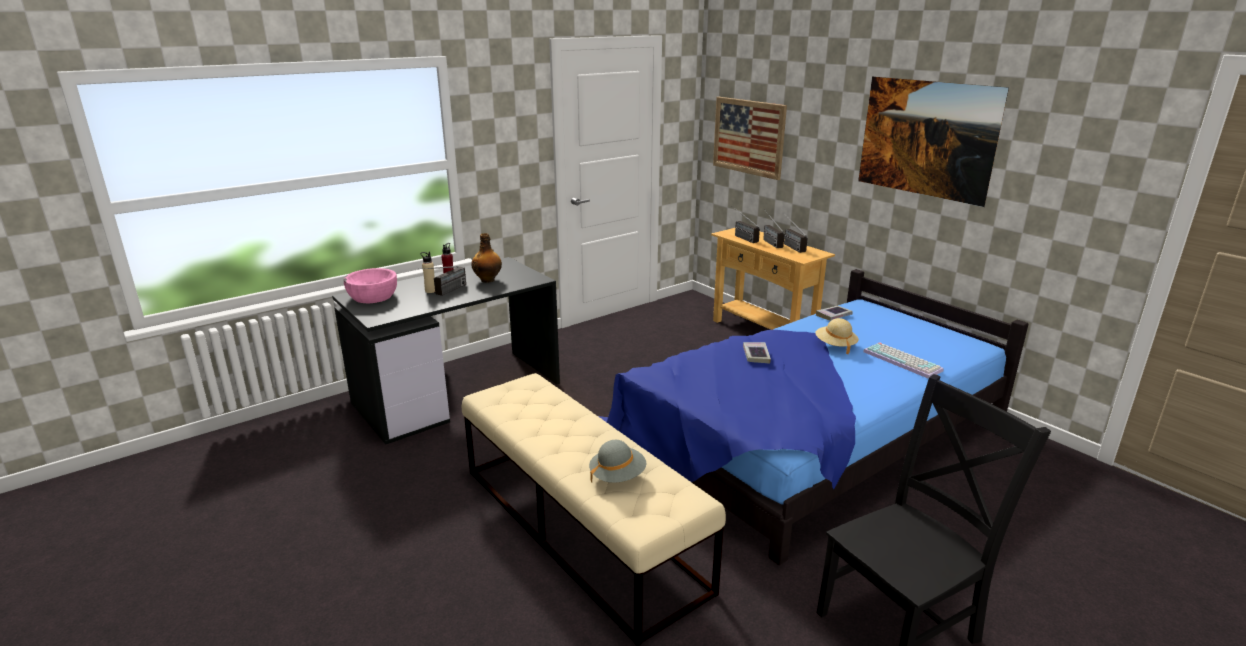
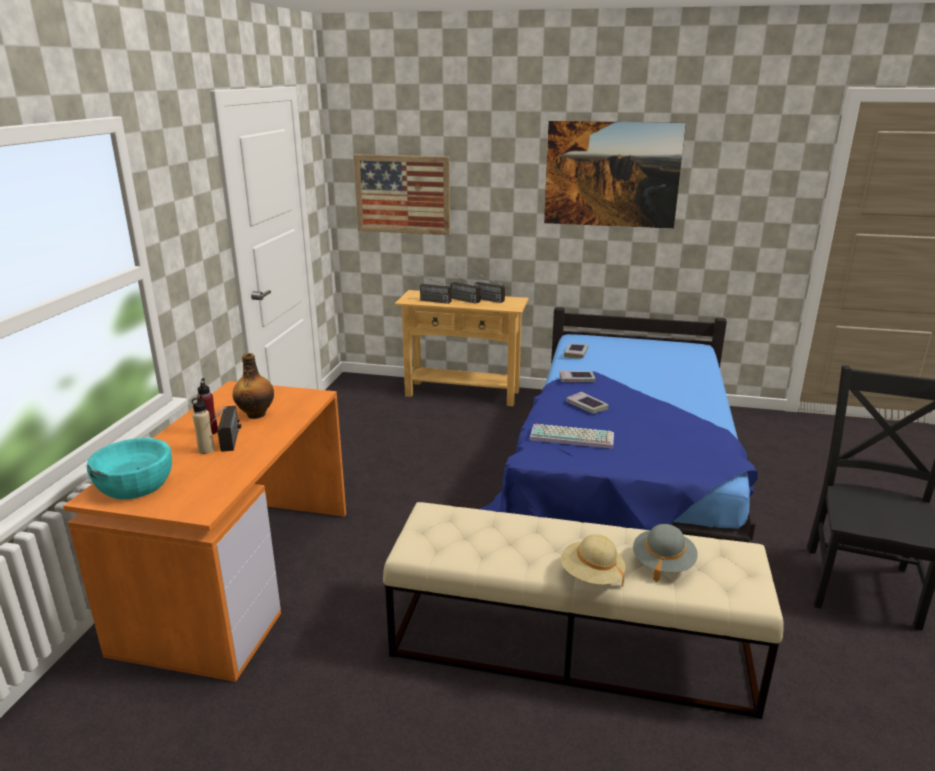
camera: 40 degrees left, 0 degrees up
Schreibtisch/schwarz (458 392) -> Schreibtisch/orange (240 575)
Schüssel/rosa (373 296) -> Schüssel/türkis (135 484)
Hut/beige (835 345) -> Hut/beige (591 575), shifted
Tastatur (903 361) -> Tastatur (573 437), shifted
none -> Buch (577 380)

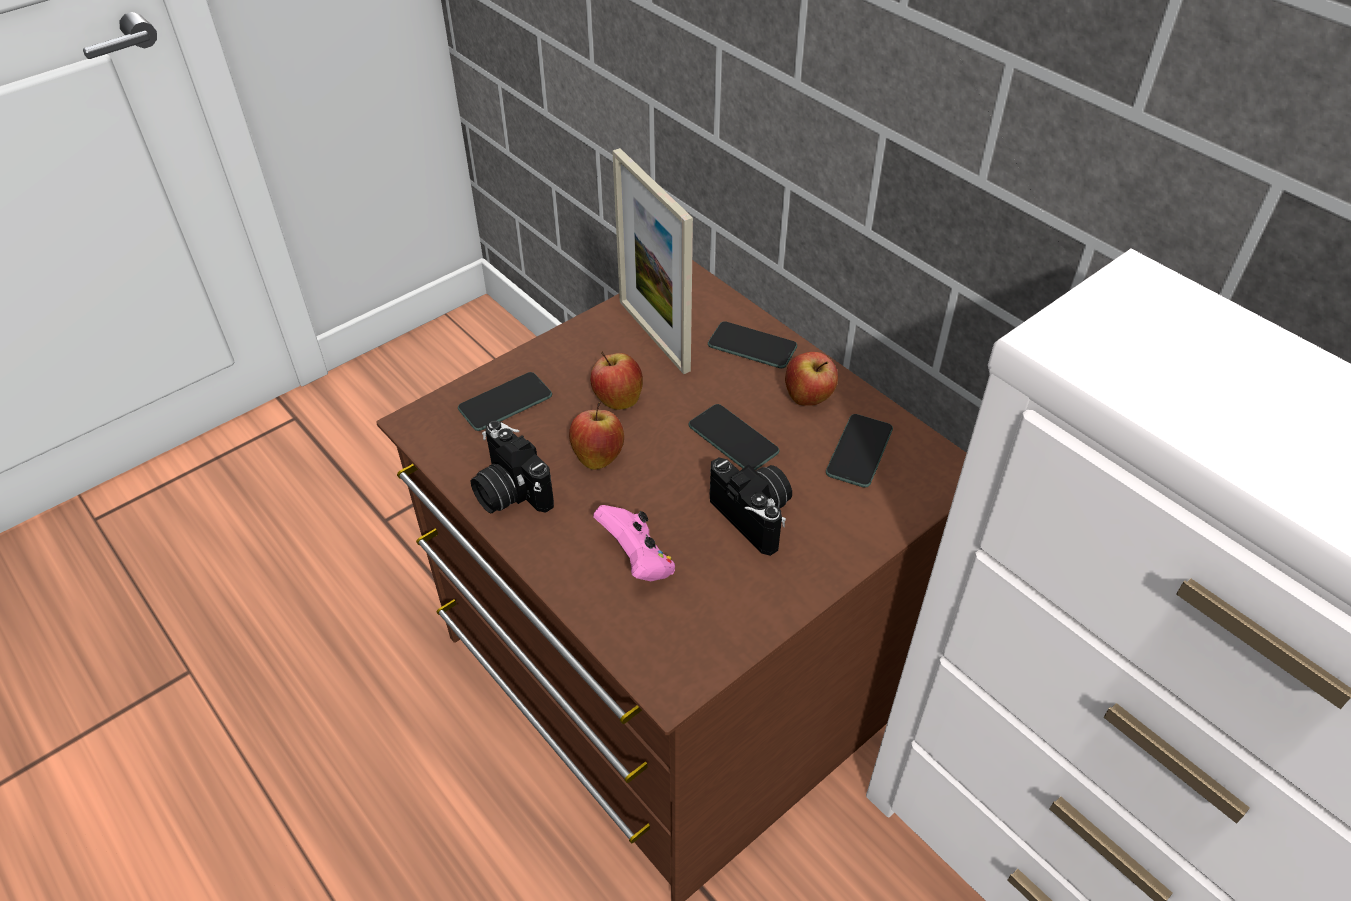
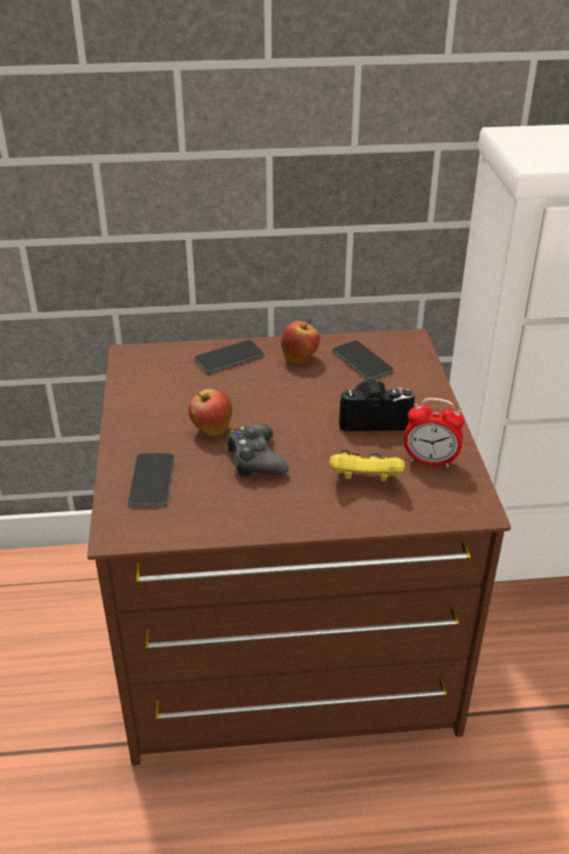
camera: 55 degrees left, 10 degrees down
Bilderrahmen (653 335) -> none
Apfel (598 456) -> Gamepad/schwarz (255 459)
Handy (733 439) -> none
Kamera (508 491) -> none
Gamepad/rosa (637 560) -> Gamepad/gelb (365 481)
none -> Wecker (430 461)

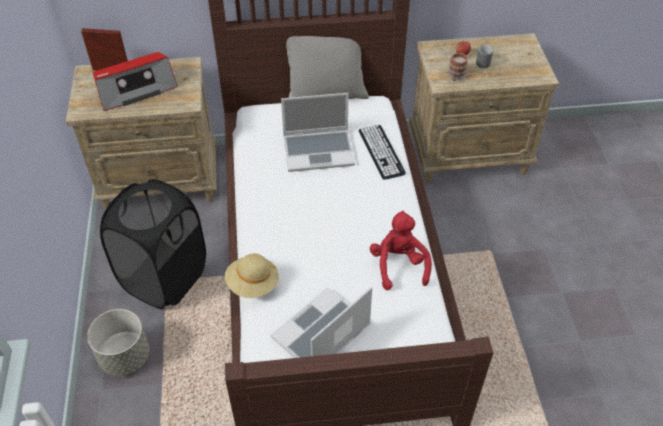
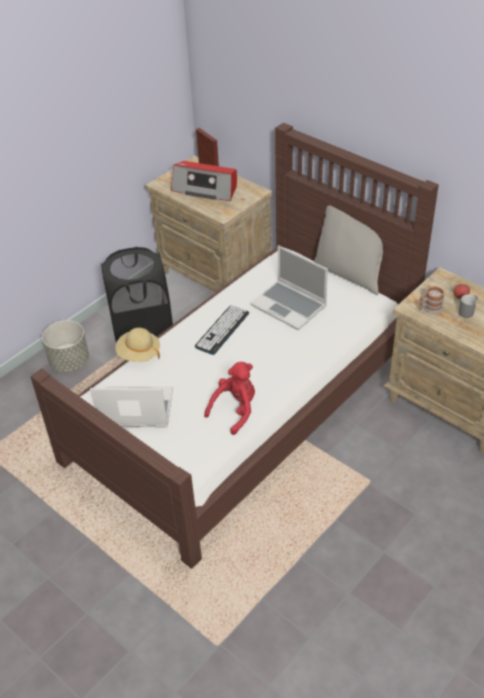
camera: 50 degrees right, 5 degrees down
Tastatur (381 152) -> Tastatur (222 330), shifted

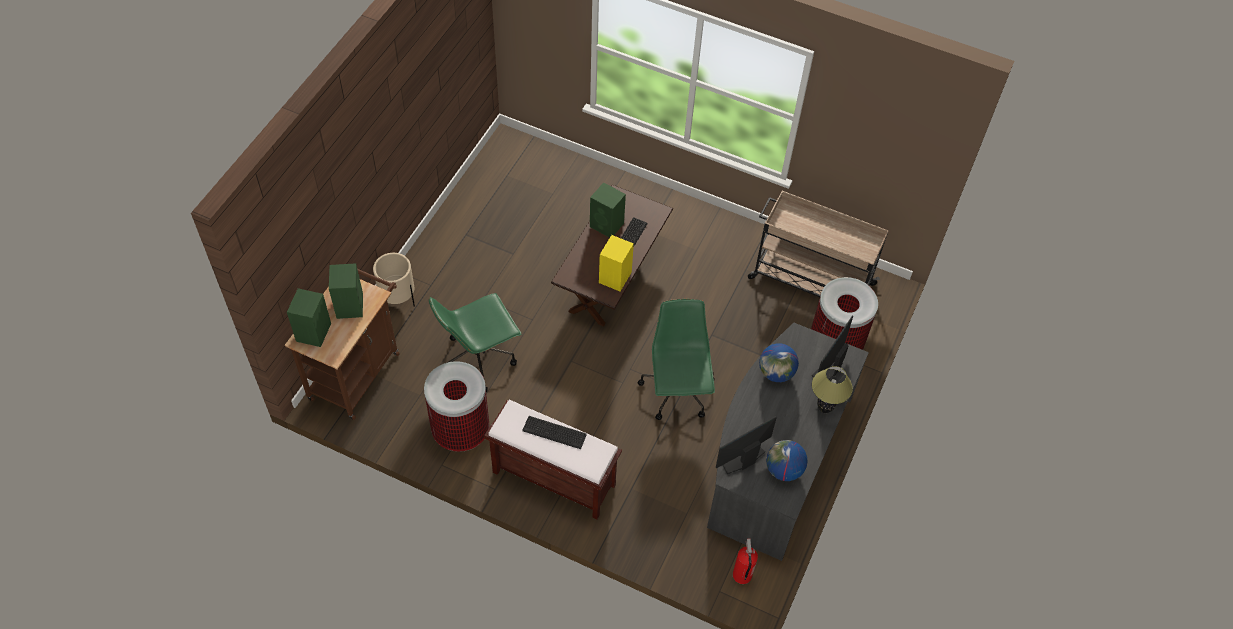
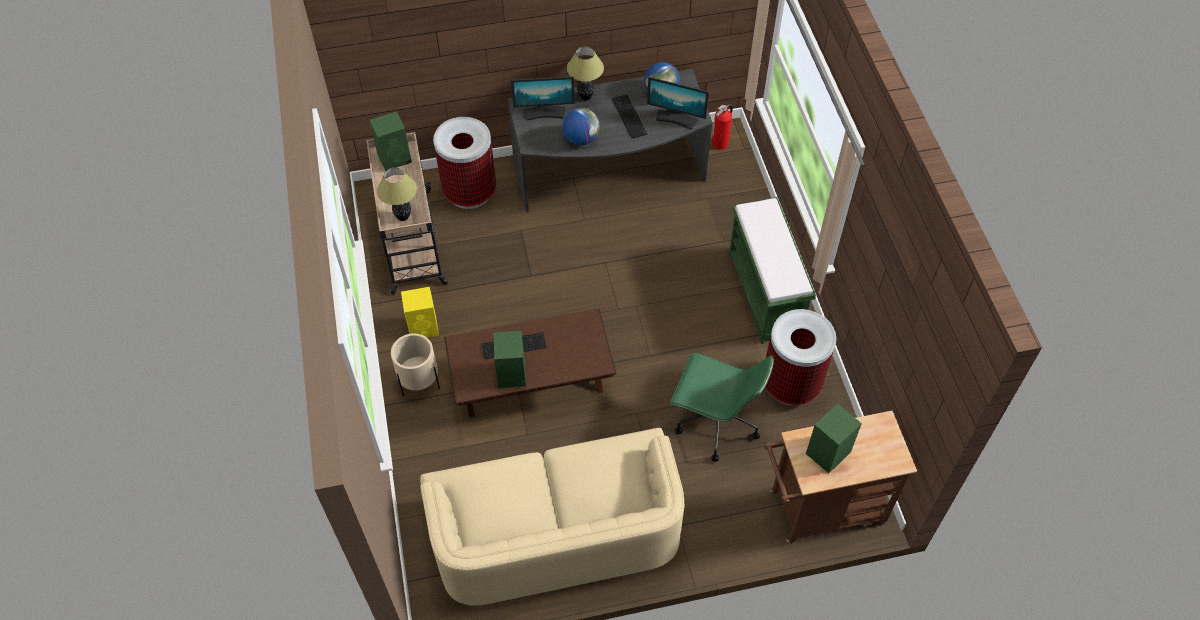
camera: 125 degrees left, 0 degrees up
Lautsprecher/gelb (614 278) -> Lautsprecher/gelb (424 327), shifted
Pflanzkübel/beige (398 299) -> Pflanzkübel/beige (419 383), shifted
Lautsprecher/grün (313 333) -> Lautsprecher/grün (395 158), shifted
Bürostuhl/grün (677 392) -> none
Bank/braun (552 478) -> Bank/grün (765 294)
Tastatur (554 433) -> Tastatur (630 116), shifted
none -> Tischlampe (403 217)
none -> Sofa/beige (556 533)

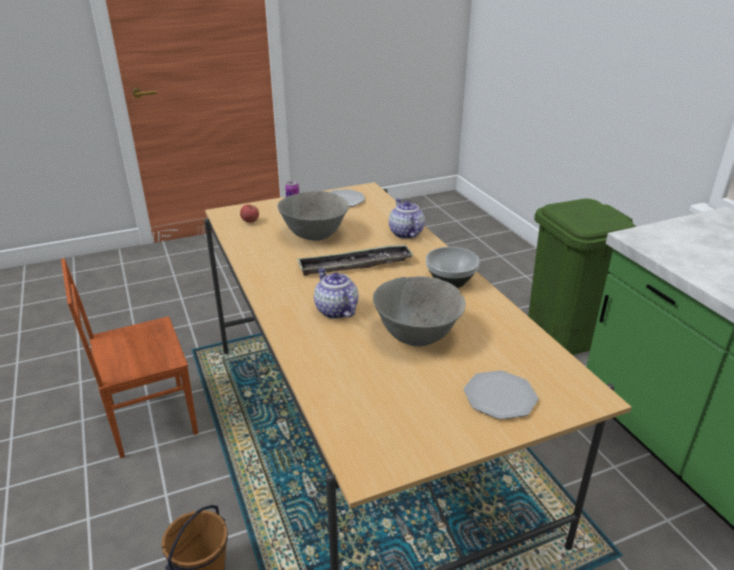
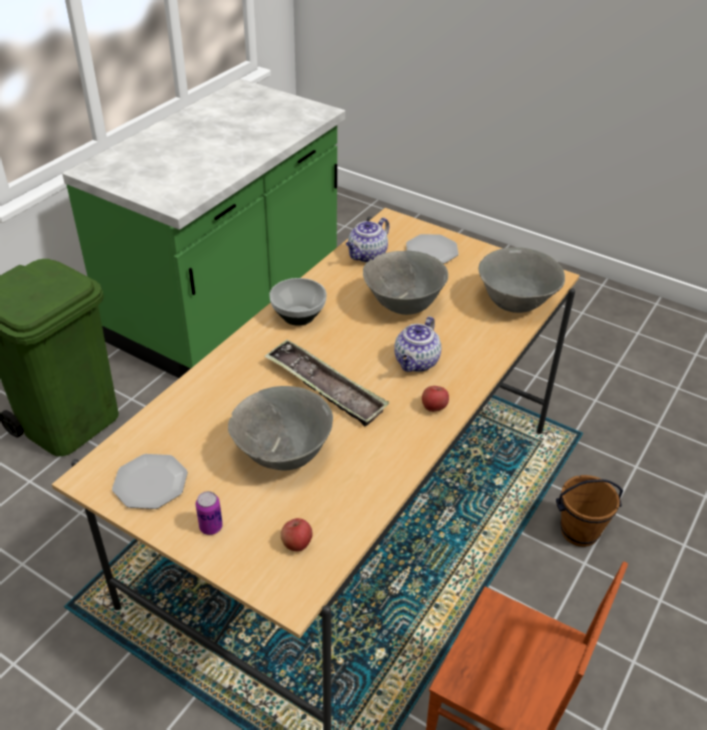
camera: 125 degrees left, 10 degrees up
Teekanne (405 233) -> Teekanne (367 256), shifted
none -> Schüssel/grau (516 303)
none -> Apfel (434 407)

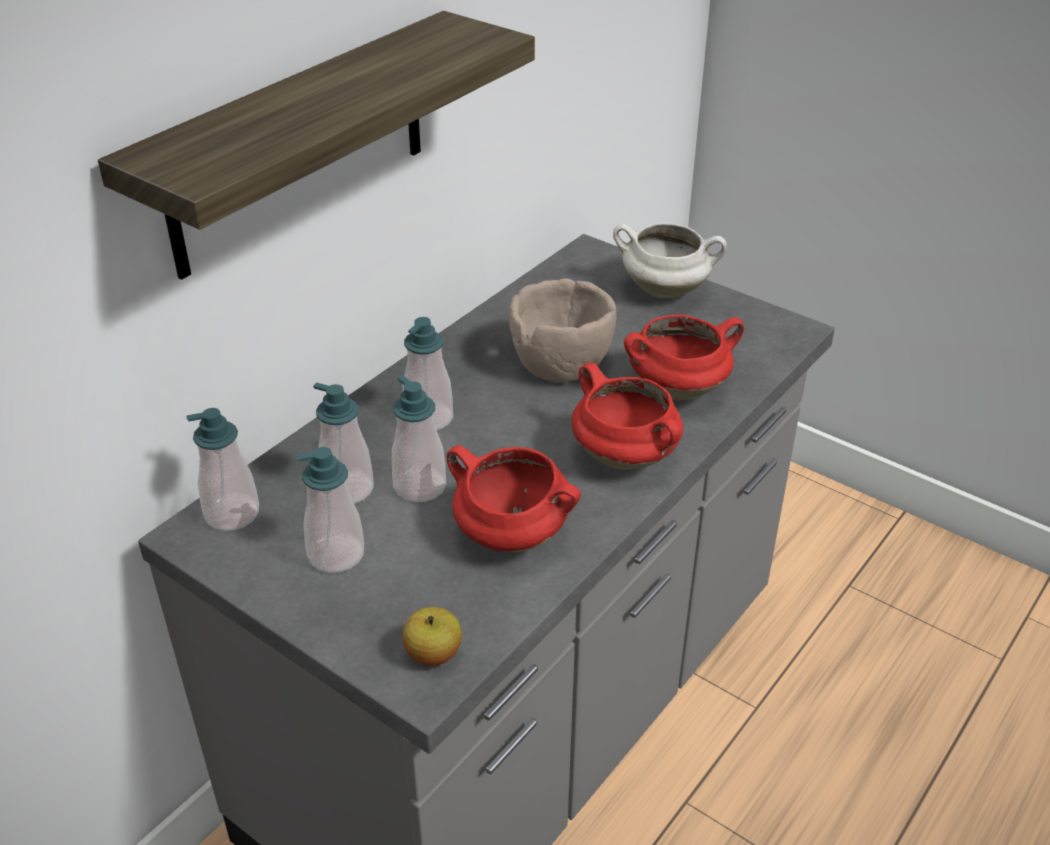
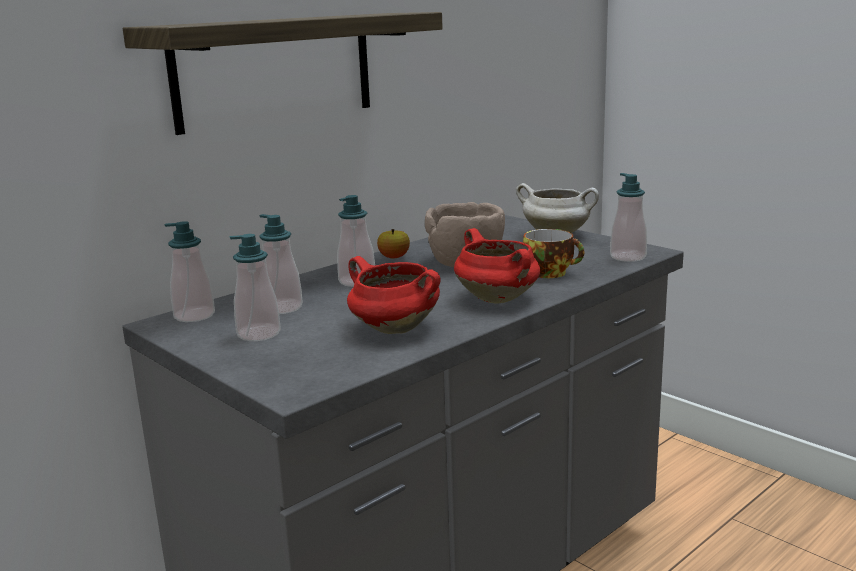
camera: 10 degrees right, 20 degrees down
Kochtopf/rot (678 388) -> Tasse (551 273)
Seifenspender (420 486) -> Seifenspender (628 257), shifted
Apfel (433 654) -> Apfel (394 257), shifted

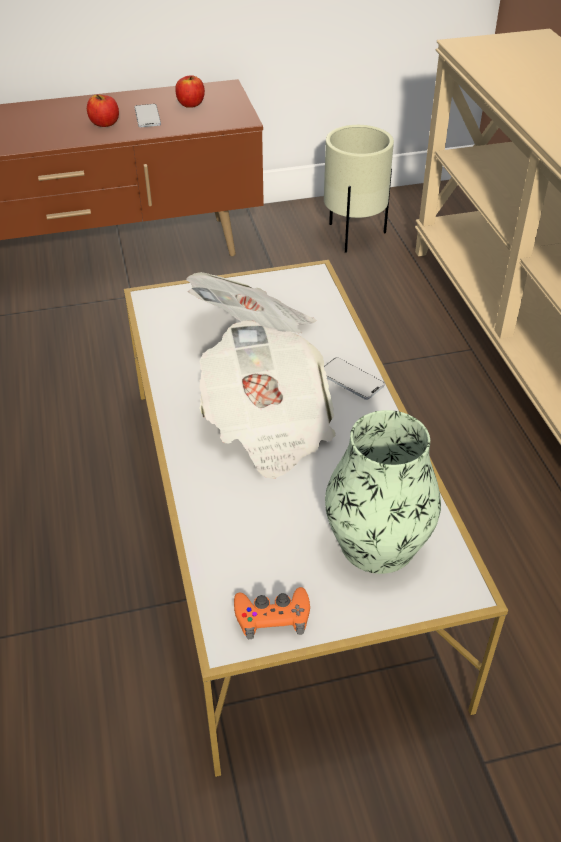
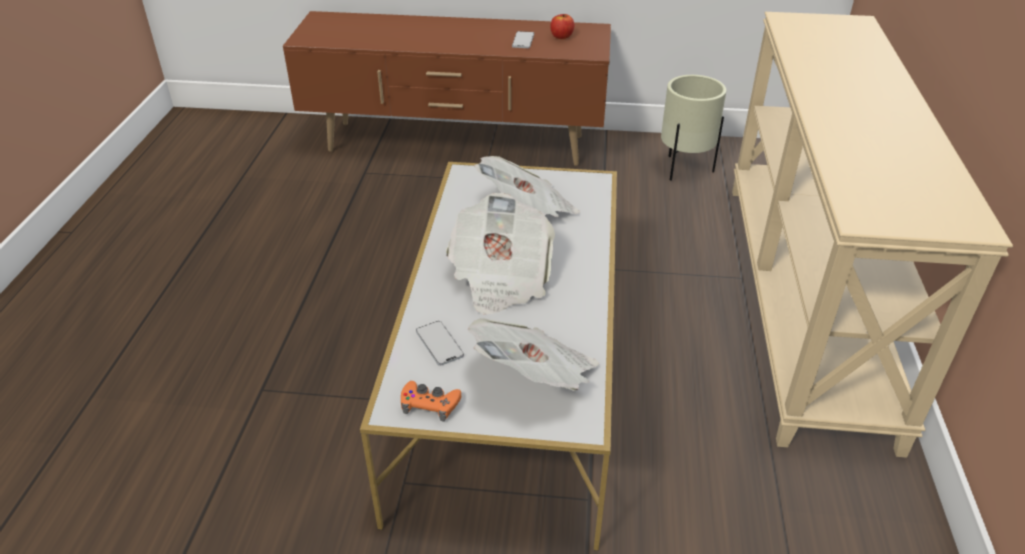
camera: 20 degrees right, 5 degrees down
Apfel (105 123) -> none
Handy (351 379) -> Handy (439 344), shifted
Vase (377 543) -> Zeitung (536 377)

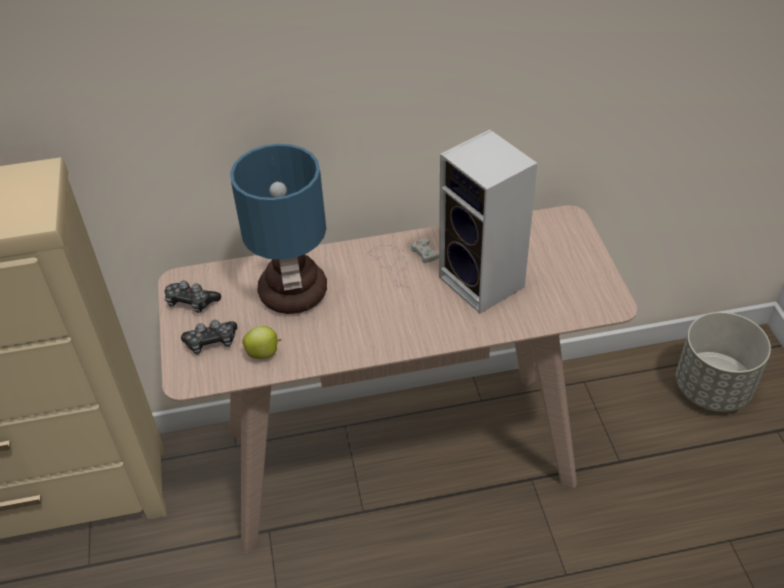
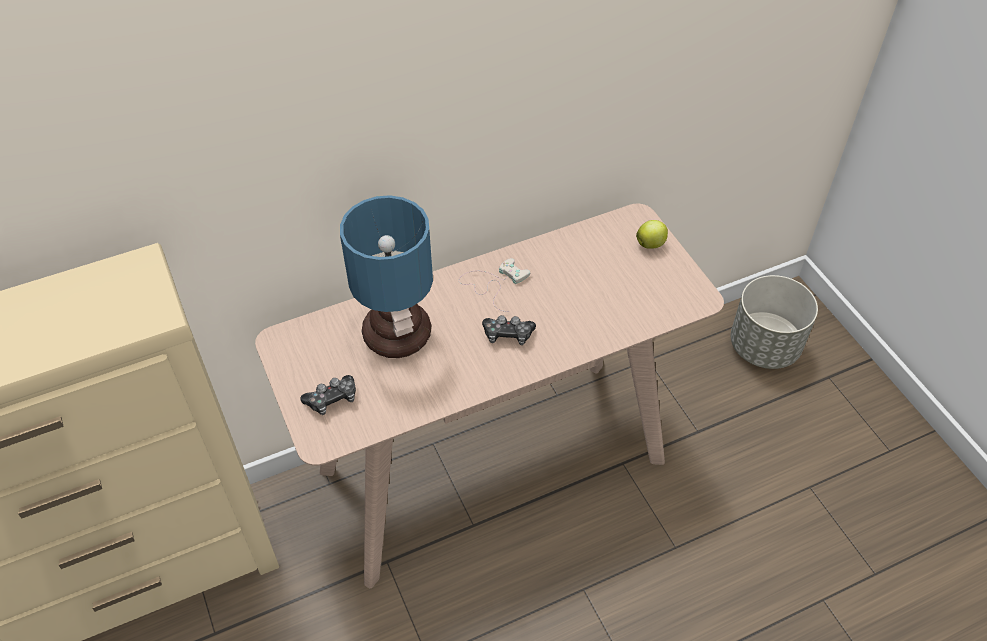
camera: 15 degrees left, 5 degrees up
Lautsprecher (484 283) -> none
Gamepad (191 302) -> Gamepad (508 335), shifted
Apfel (264 353) -> Apfel (651 244), shifted

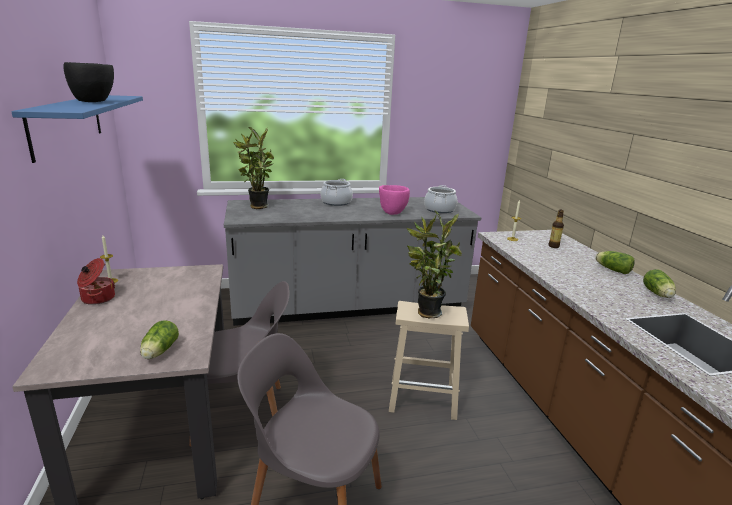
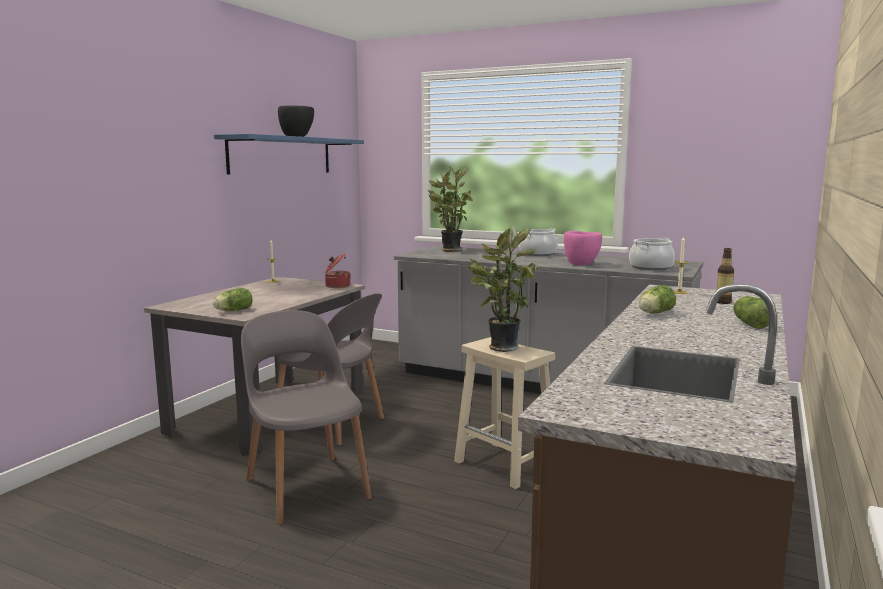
camera: 40 degrees right, 10 degrees down
Kochtopf (97 298) -> Kochtopf (337 286), shifted
Salatkopf (658 294) -> Salatkopf (654 313), shifted

